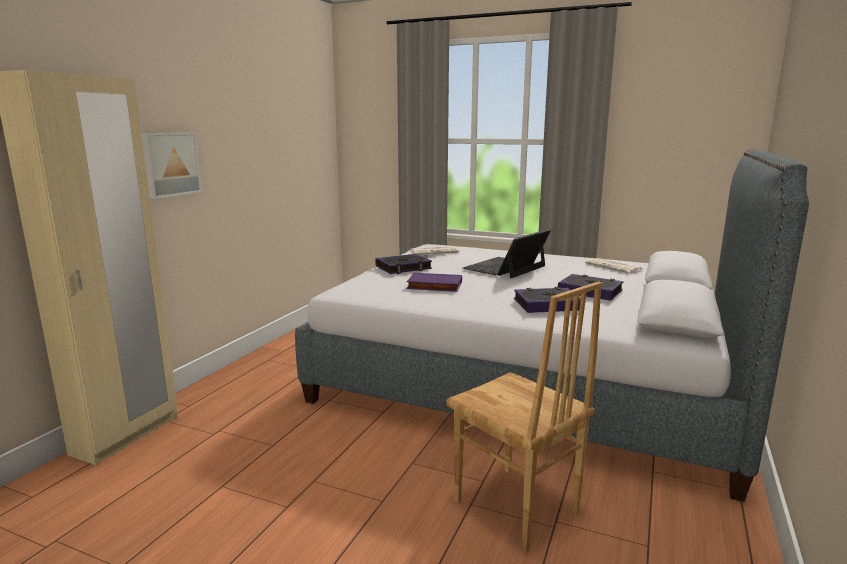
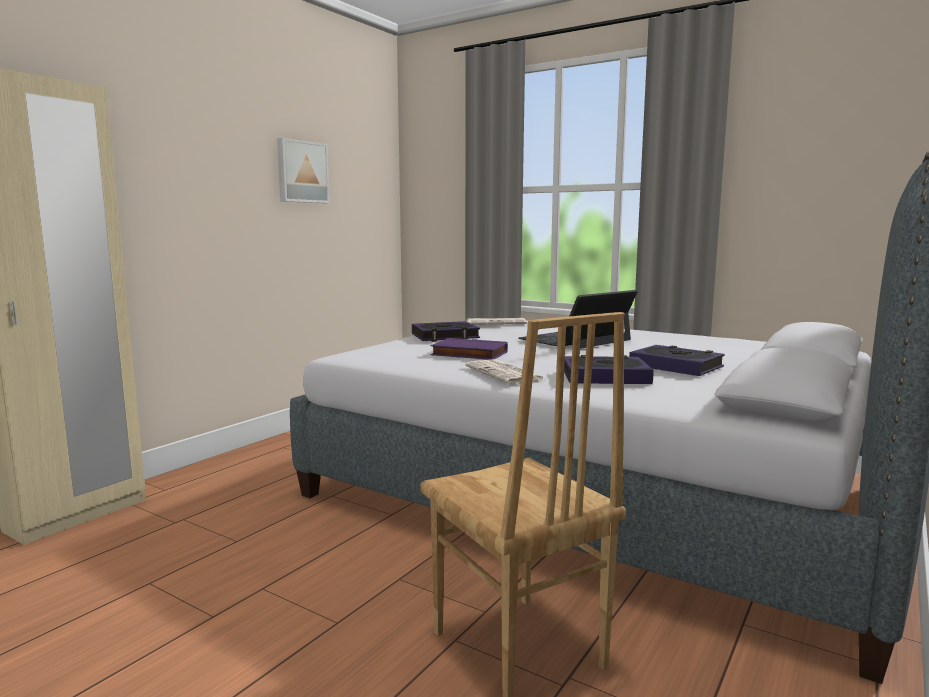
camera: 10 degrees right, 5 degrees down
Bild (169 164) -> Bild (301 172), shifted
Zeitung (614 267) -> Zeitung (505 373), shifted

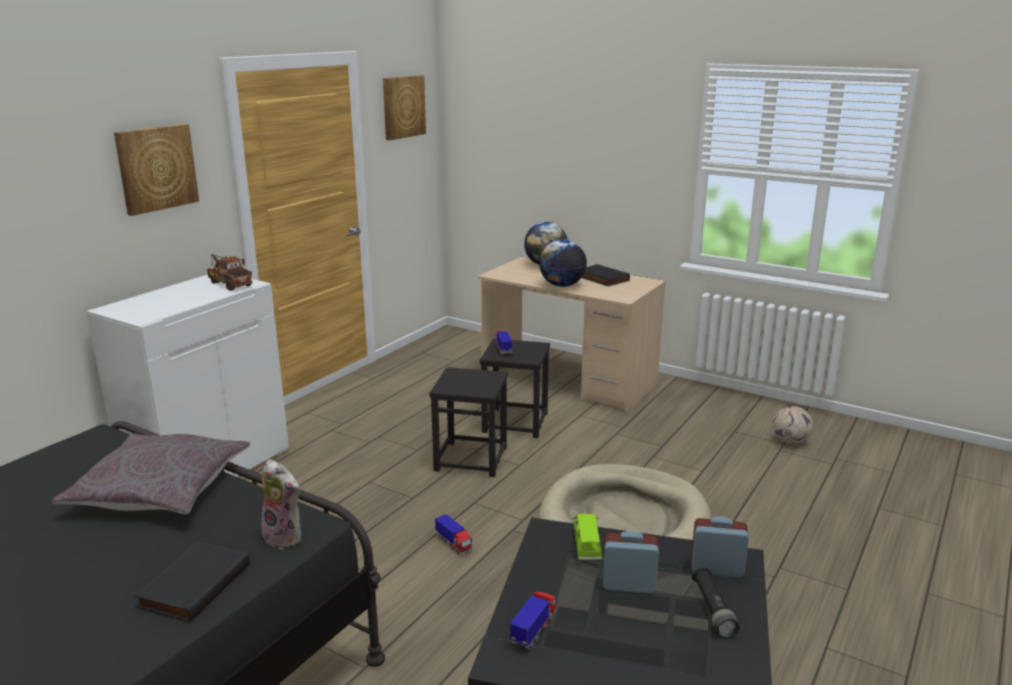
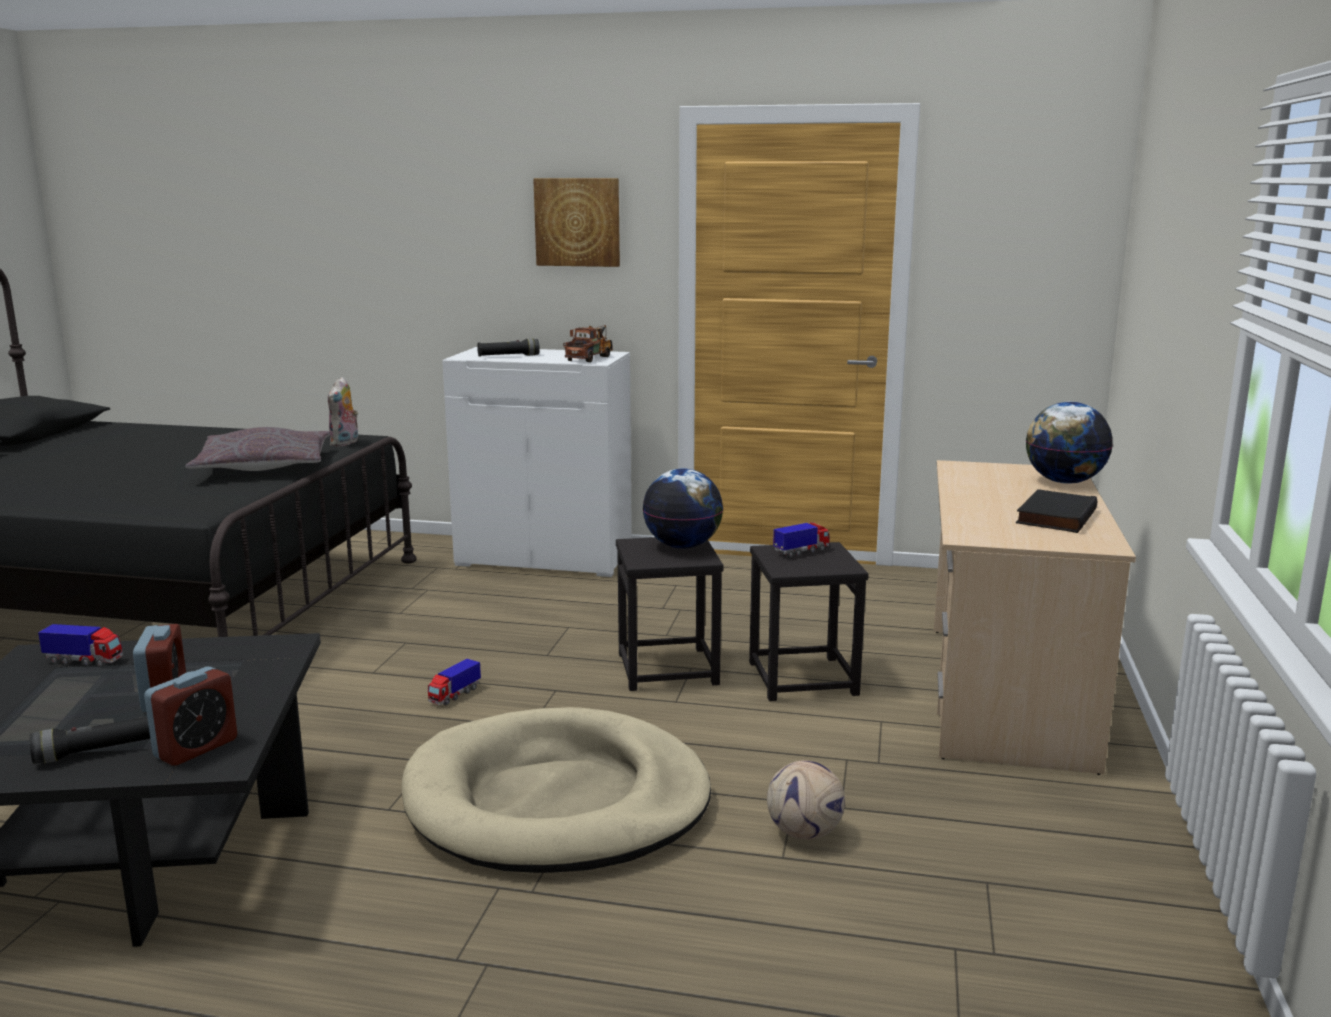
camera: 70 degrees right, 5 degrees down
Bild (403 107) -> none
Globus (562 285) -> Globus (683 546), shifted
Fußball (791 441) -> Fußball (805 833), shifted
Plüschtier (286 537) -> Plüschtier (345 443), shifted
Spielzeugauto/grün (587 546) -> none
Wecker (716 568) -> Wecker (196 748), 45 degrees clockwise
Buch/schwarz (193 584) -> none
none -> Taschenlampe/schwarz (508 356)

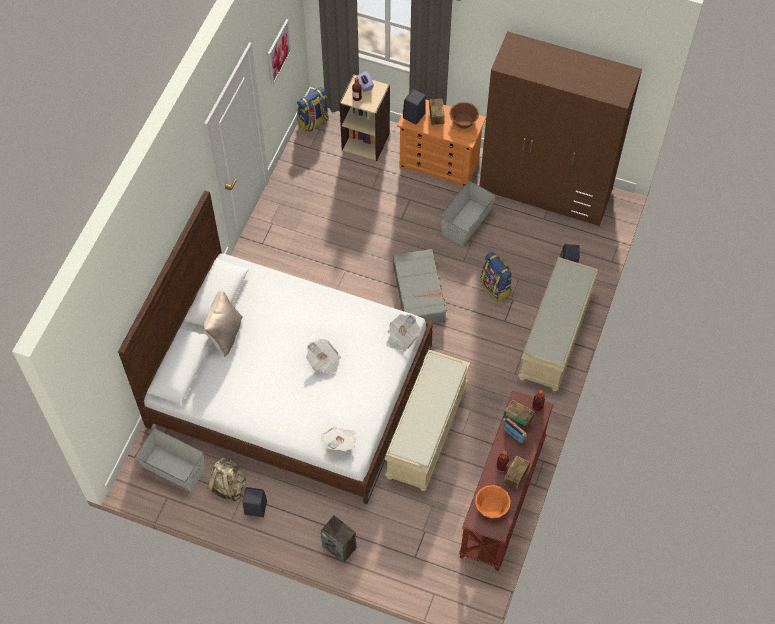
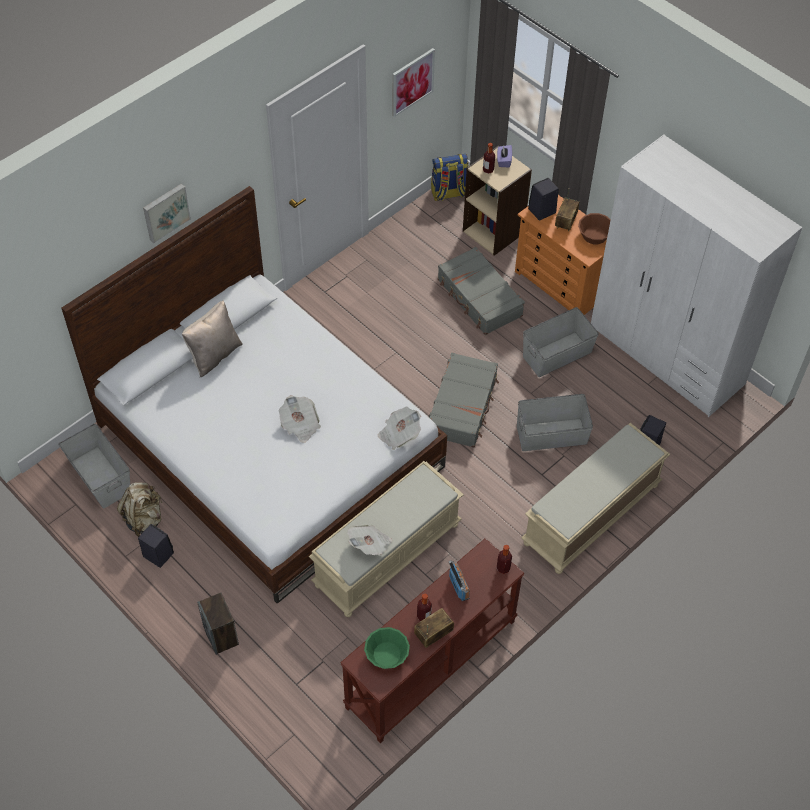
camera: 25 degrees right, 5 degrees down
Kleiderschrank/braun (545 190) -> Kleiderschrank/weiß (666 355)
Rucksack (496 287) -> Aufbewahrungsbox/grau (552 435)
Radio (518 419) -> none
Zeitung (340 442) -> Zeitung (370 545), shifted
Schüssel/orange (492 506) -> Schüssel/grün (387 654)
none -> Bild (165 212)
none -> Koffer/grau (479 298)

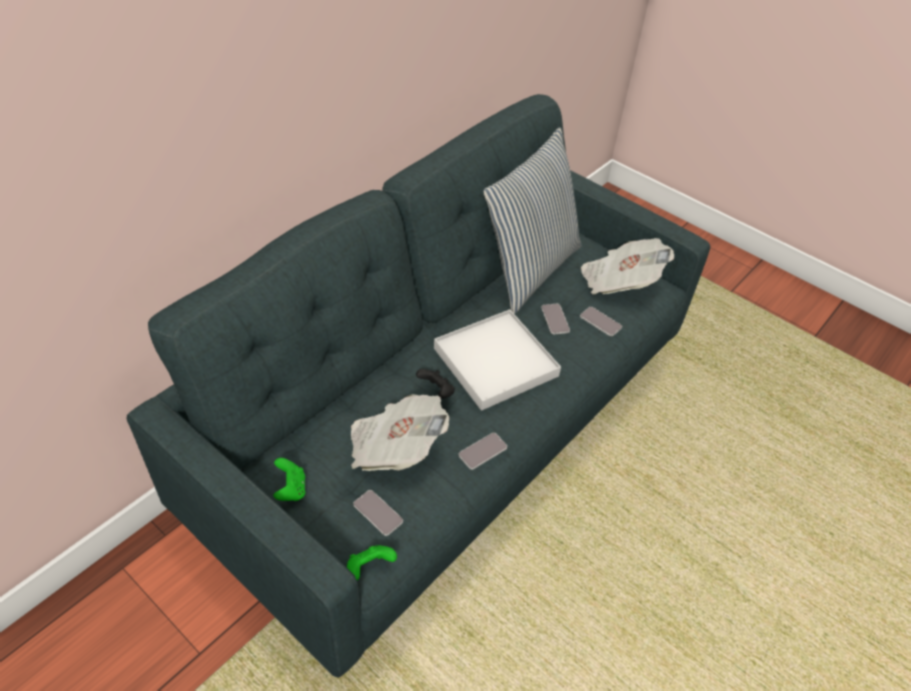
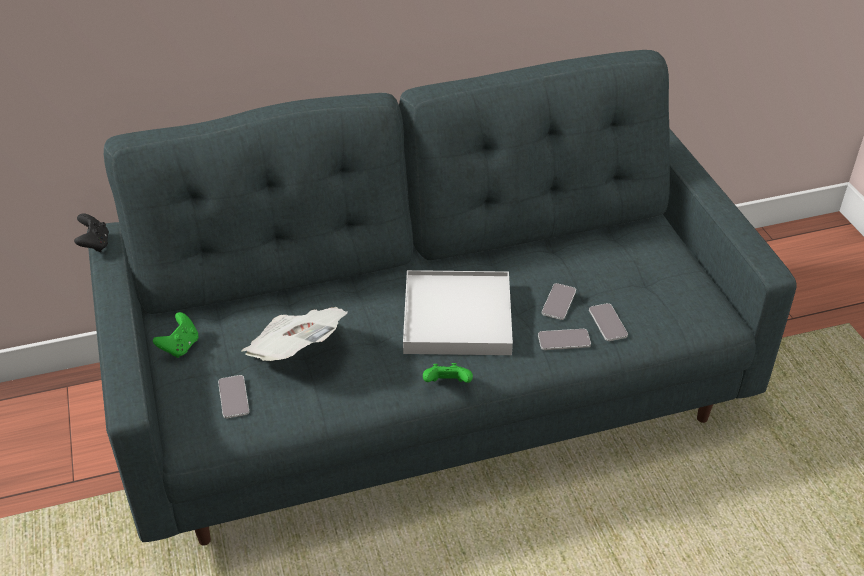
camera: 35 degrees right, 5 degrees down
Kissen (528 269) -> none
Zeitung (619 282) -> none
Gamepad/schwarz (436 391) -> Gamepad/schwarz (95 244), shifted
Handy (482 451) -> Handy (564 340), shifted
Gamepad/grün (369 568) -> Gamepad/grün (447 385), shifted

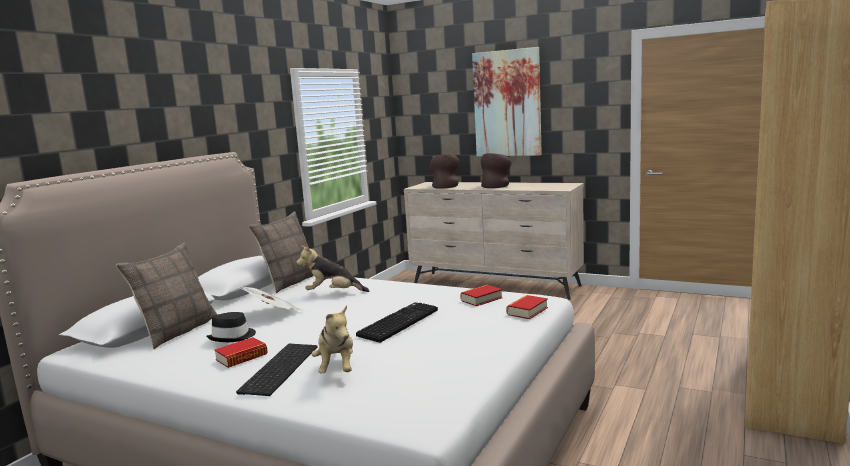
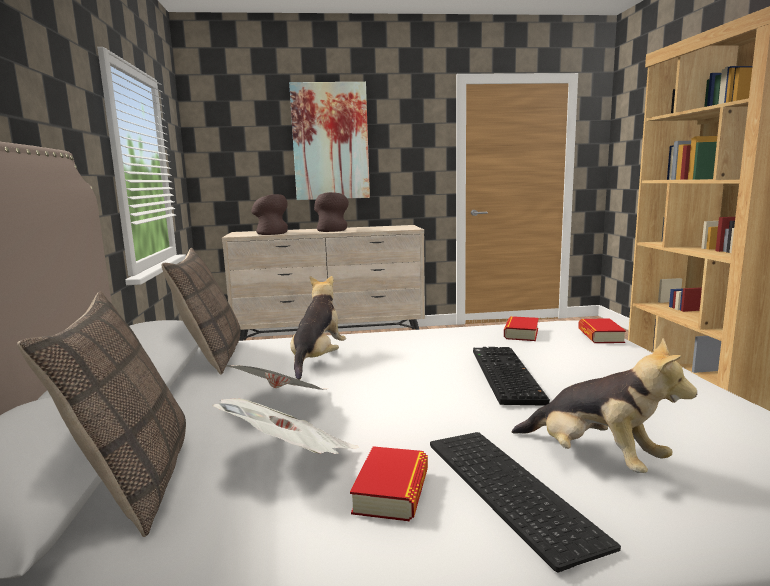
camera: 35 degrees left, 0 degrees up
Plüschtier (333 293) -> Plüschtier (318 359), 135 degrees clockwise
Hut/schwarz (233 337) -> Zeitung (291 459)

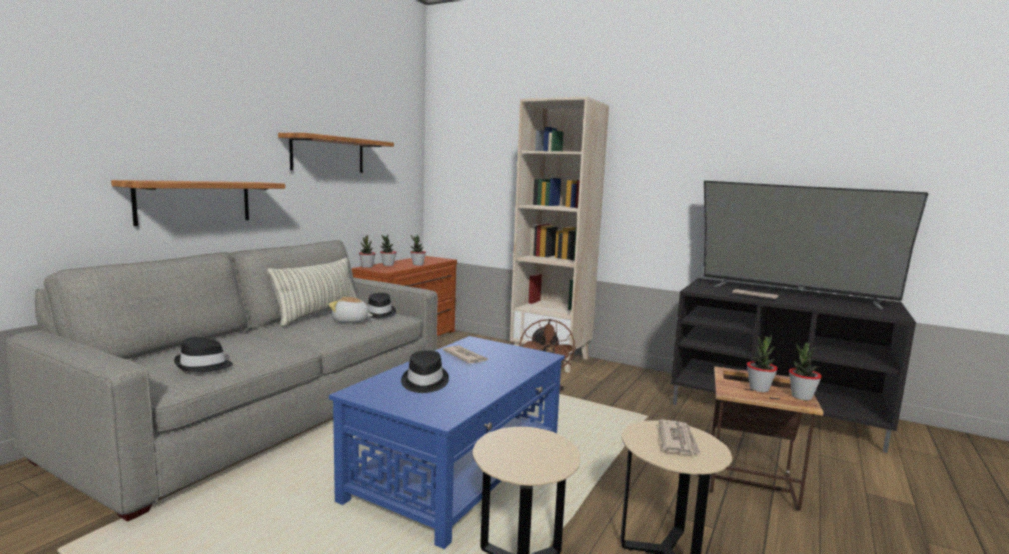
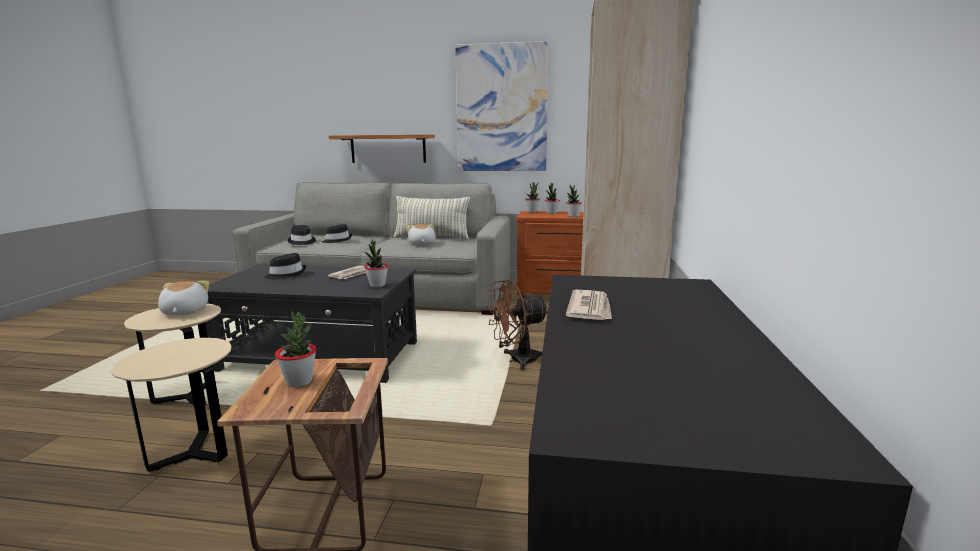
camera: 70 degrees right, 5 degrees up
Wandregal (328 154) -> Bild (502 109)
Fernseher (793 294) -> none
Hut/schwarz (379 313) -> Hut/schwarz (337 240), shifted
Couchtisch/blau (459 469) -> Couchtisch/schwarz (321 357)
Topfpflanze (801 397) -> Topfpflanze (377 285), shifted
Zeitung (678 440) -> none
none -> Plüschtier (183 312)

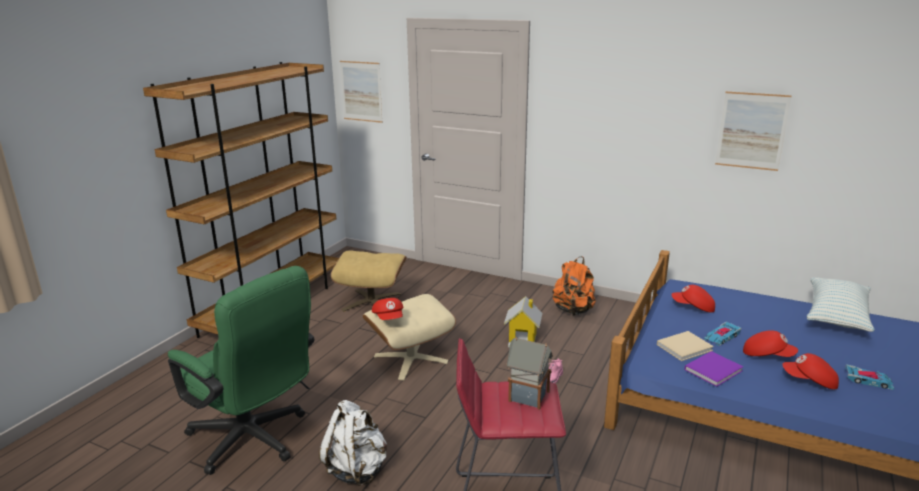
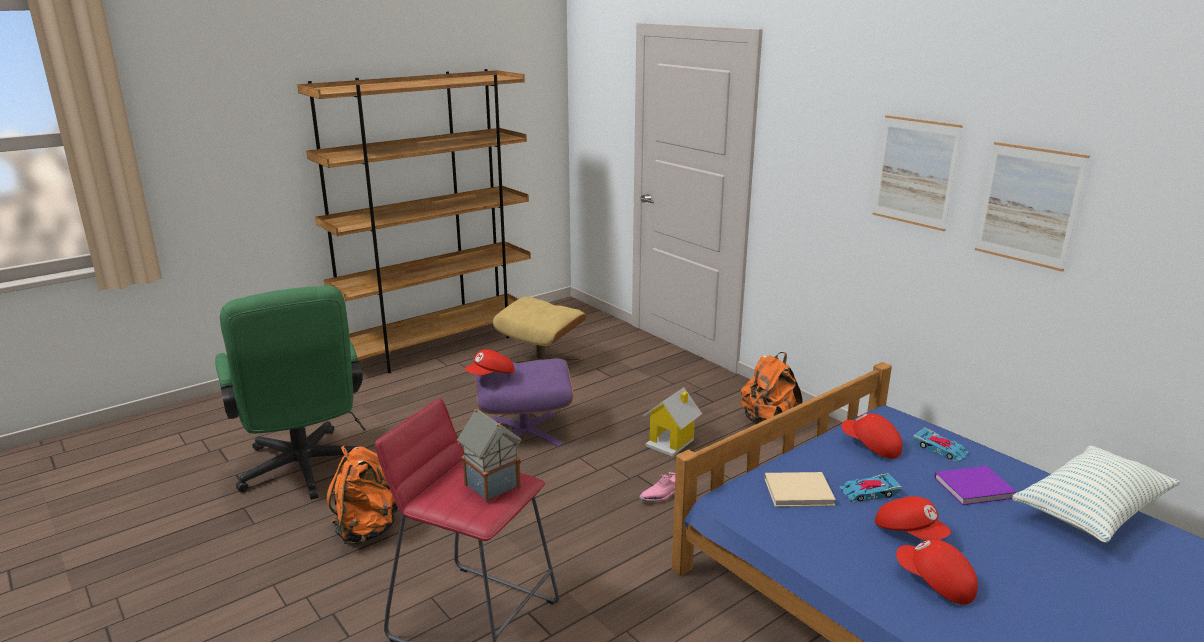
camera: 25 degrees right, 0 degrees up
Bild (361 91) -> Bild (915 172), shifted
Polsterhocker/beige (410 358) -> Polsterhocker/lila (525 431)
Kappe/rot (389 318) -> Kappe/rot (491 375), 45 degrees clockwise
Buch/lila (714 370) -> Buch/lila (976 487), shifted
Spielzeugauto (868 380) -> Spielzeugauto (940 449), shifted
Rucksack/weiß (357 469) -> Rucksack/orange (368 529)

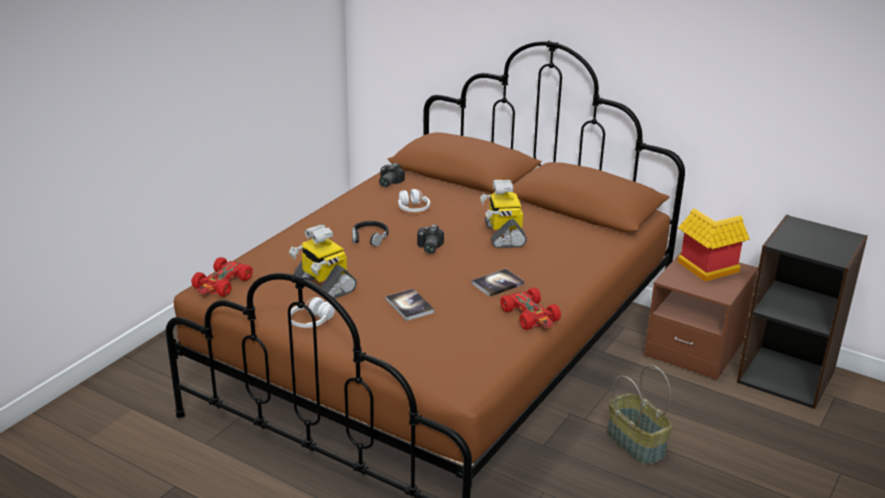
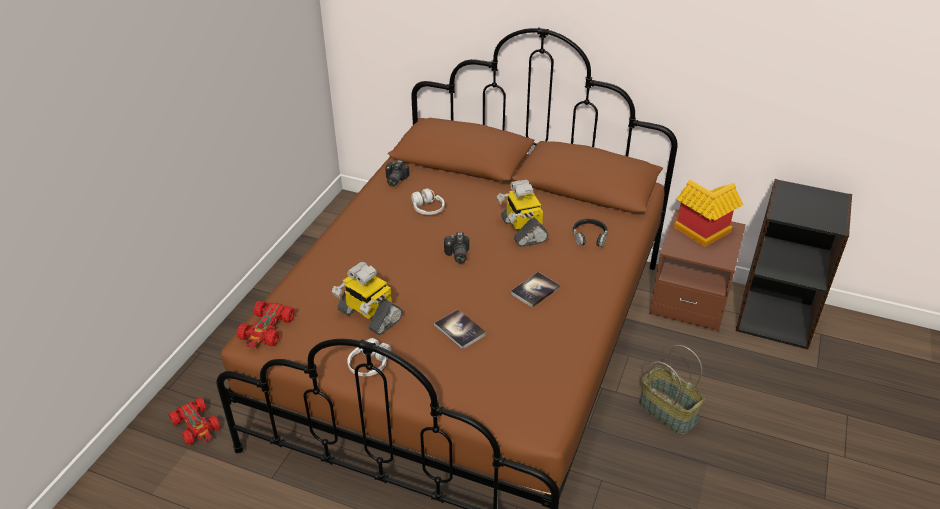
camera: 10 degrees left, 10 degrees up
Kopfhörer/schwarz (369 238) -> Kopfhörer/schwarz (589 237), shifted
Spielzeugauto/rot (530 316) -> Spielzeugauto/rot (196 426), shifted

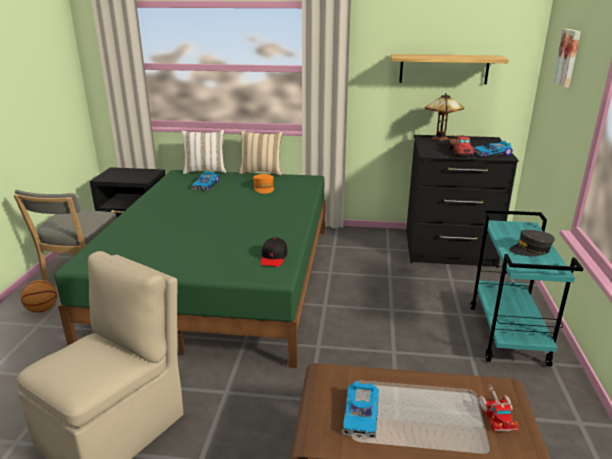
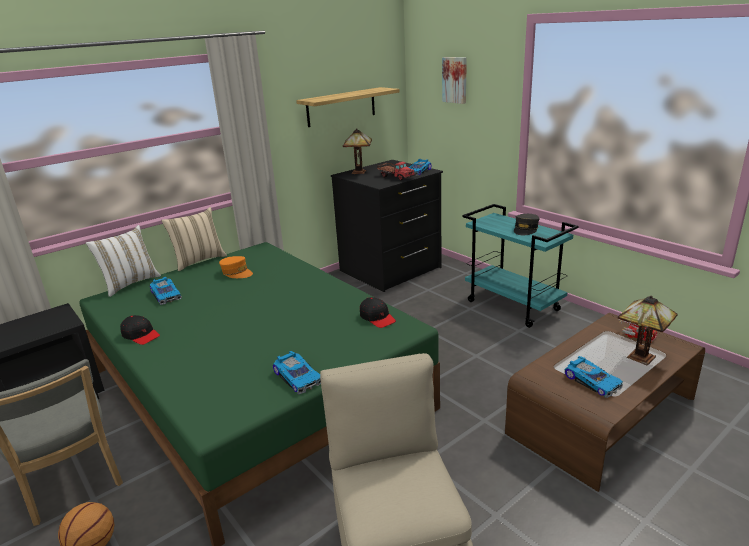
camera: 45 degrees left, 0 degrees up
none -> Tischlampe (638 357)
none -> Kappe/schwarz (141 335)
none -> Spielzeugauto (298 377)

